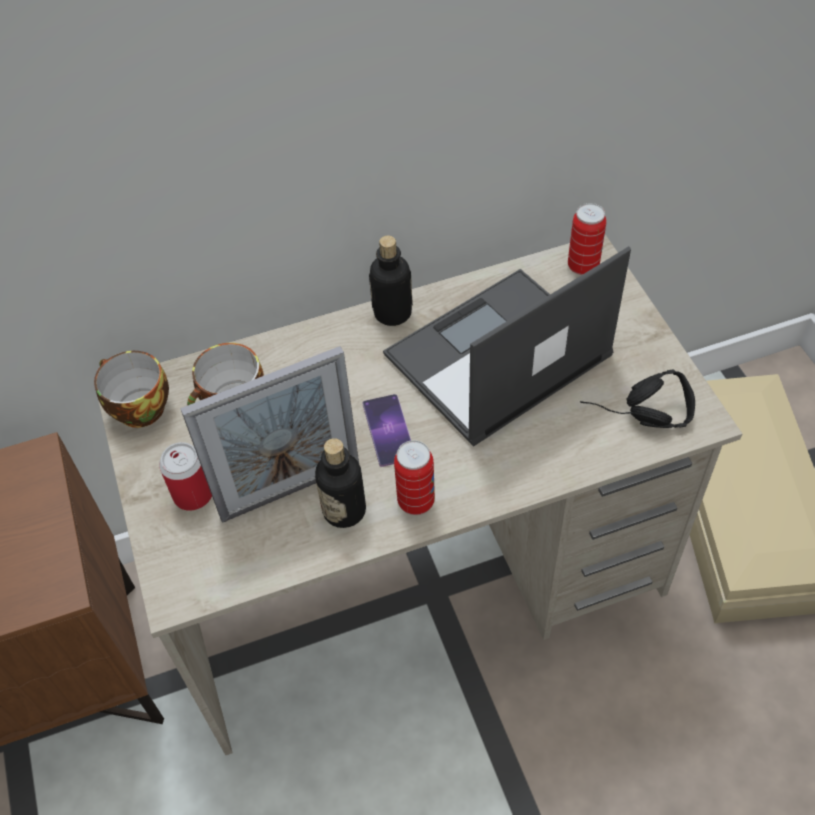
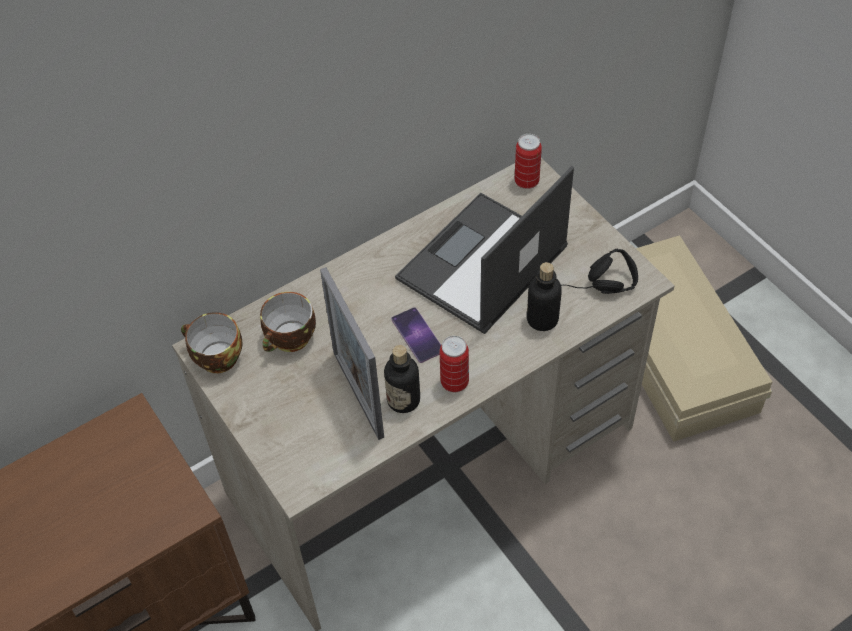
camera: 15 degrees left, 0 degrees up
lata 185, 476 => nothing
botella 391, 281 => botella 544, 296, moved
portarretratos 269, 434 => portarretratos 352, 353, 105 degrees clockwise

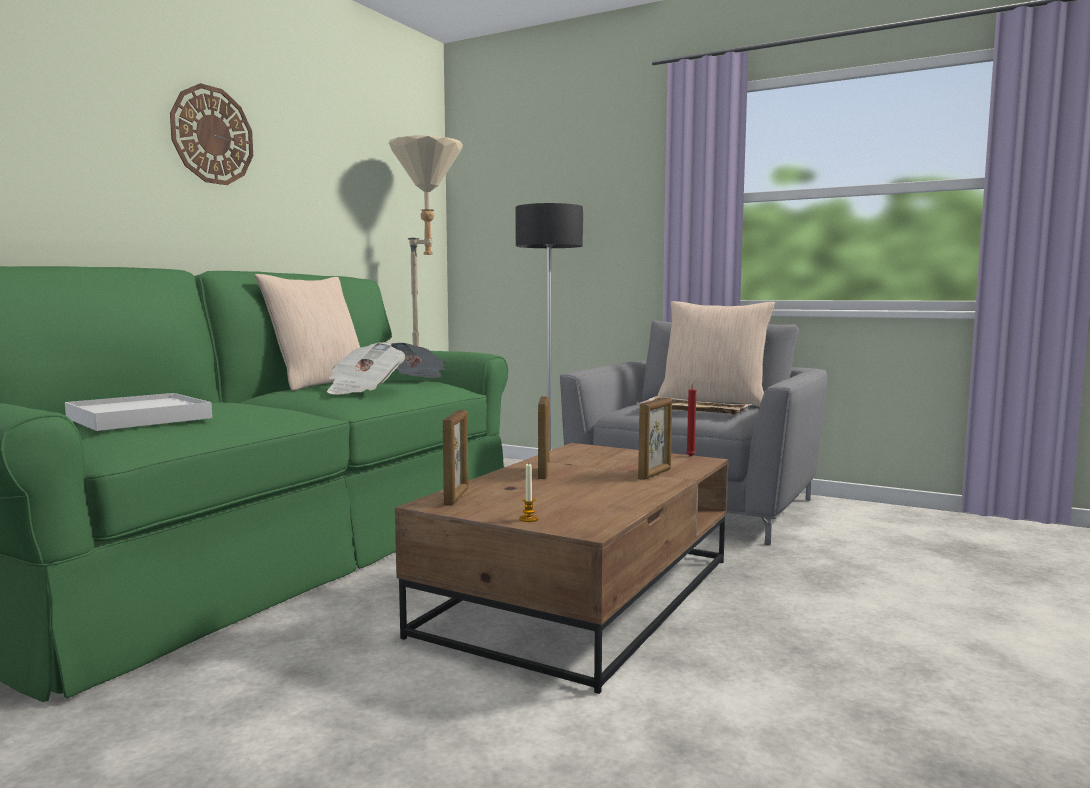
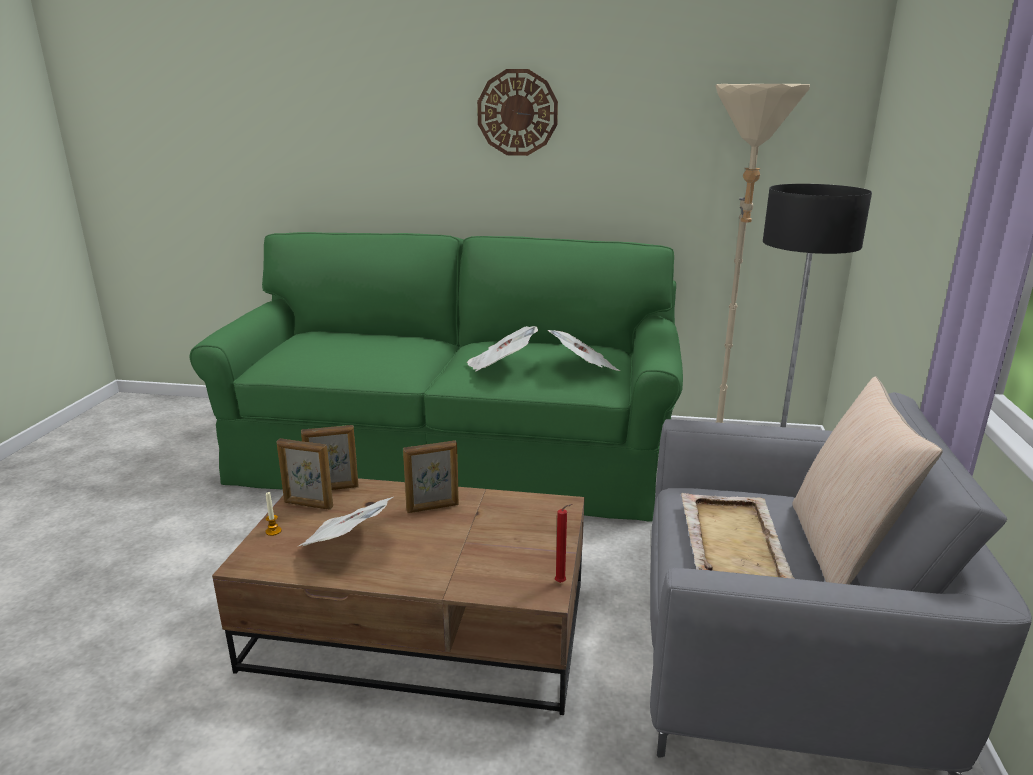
camera: 70 degrees right, 15 degrees up
bandeja/blanco 138, 412 => nothing
cojín/beis 307, 332 => nothing
nothing => periódico 345, 522
portarretratos 655, 439 => portarretratos 305, 474, moved

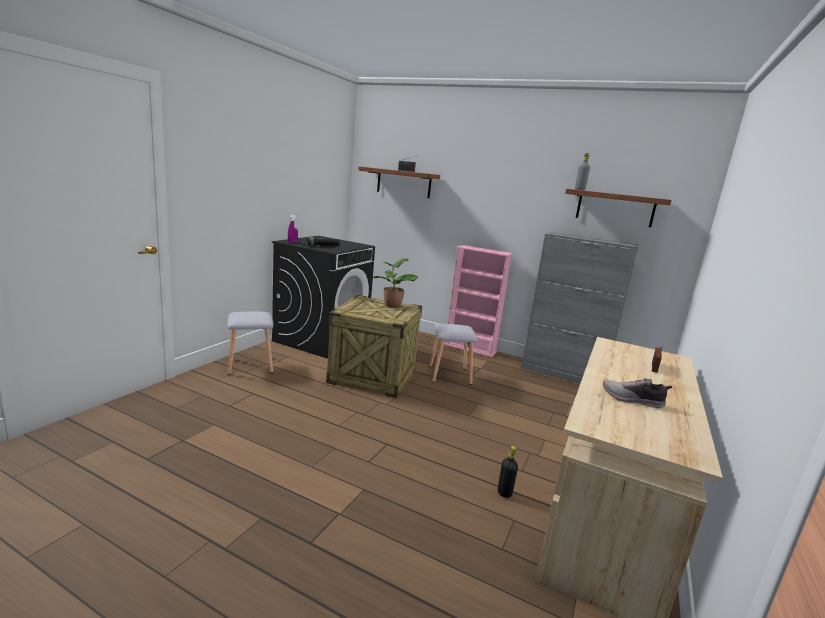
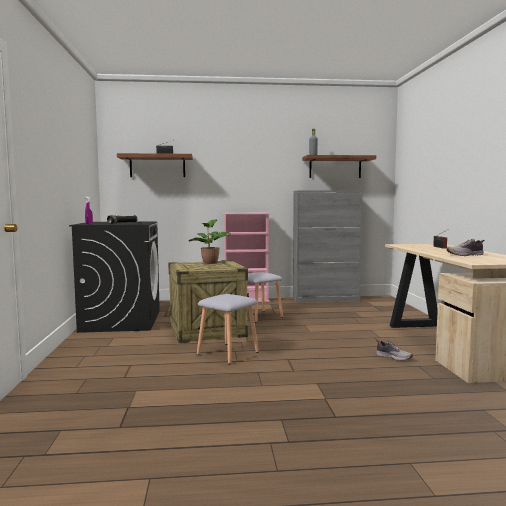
camera: 30 degrees left, 10 degrees down
taburete/gris 250, 343 => taburete/gris 228, 329, moved
botella/negro 508, 472 => zapato 394, 350

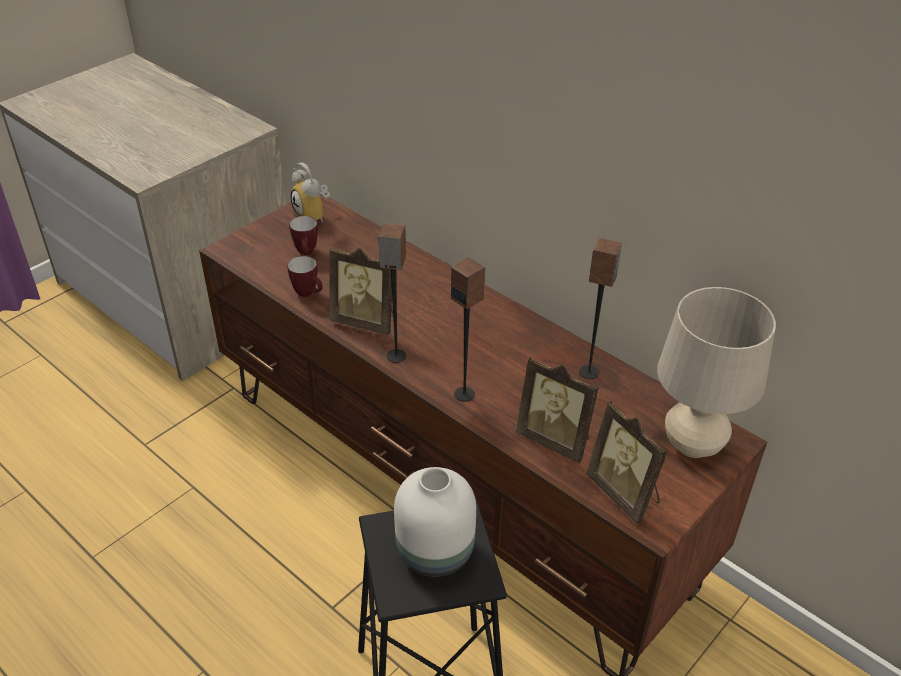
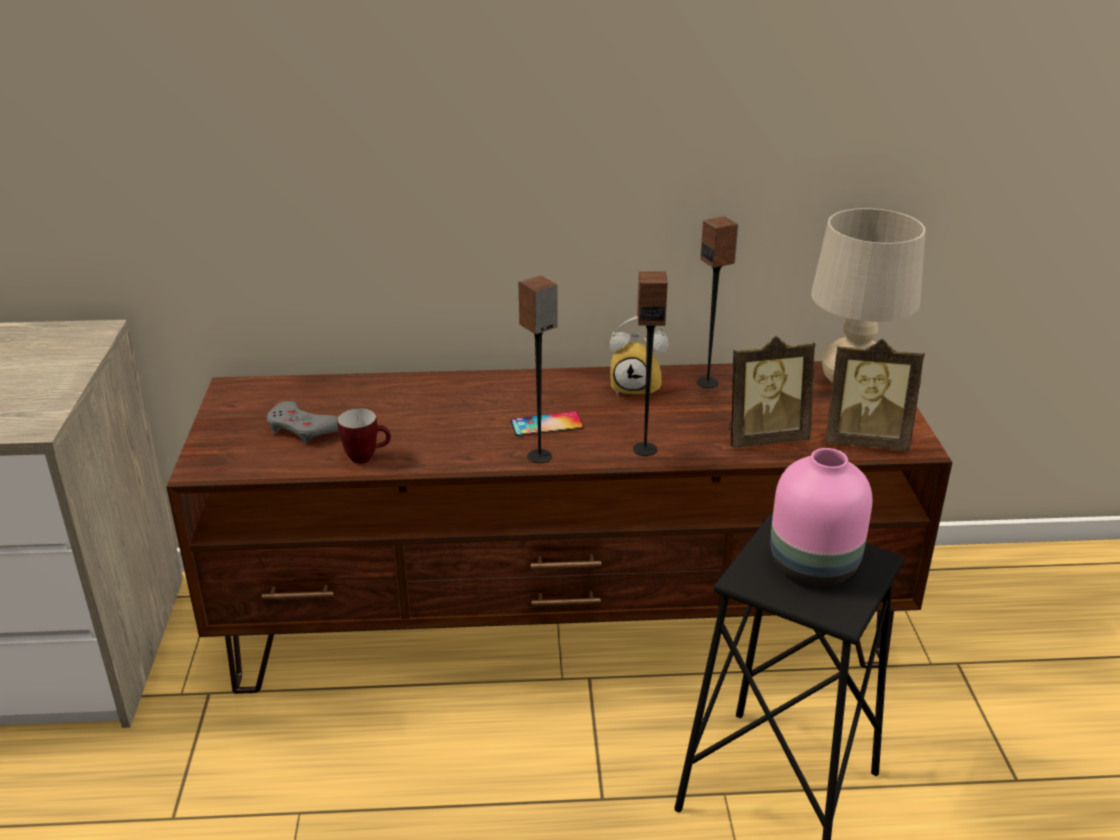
camera: 45 degrees left, 10 degrees down
portarretratos 361, 291 => nothing
nothing => móvil 547, 423
despertador 310, 193 => despertador 639, 356, moved
taza grande 303, 235 => mando de consola/gris 302, 422
florero/blanco 435, 522 => florero/rosa 821, 517

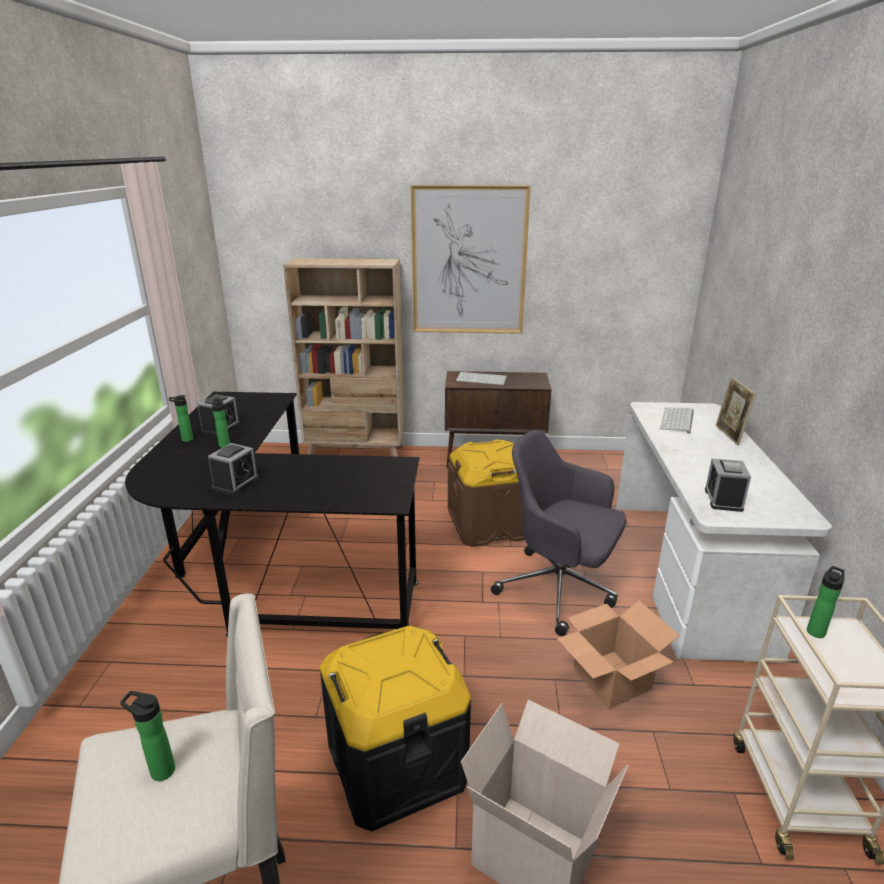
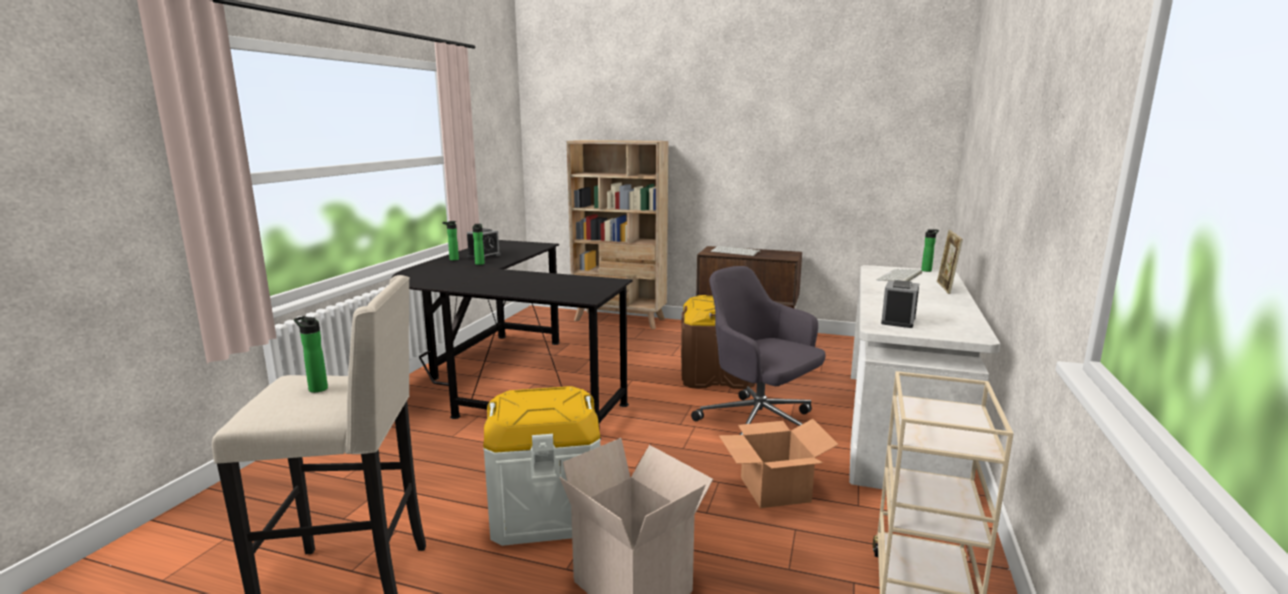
camera: 15 degrees right, 10 degrees down
despertador 233, 469 => nothing
cuadro 470, 259 => nothing
botella 826, 602 => botella 930, 250, moved
caja de almacenaje/negro 395, 729 => caja de almacenaje/blanco 542, 466

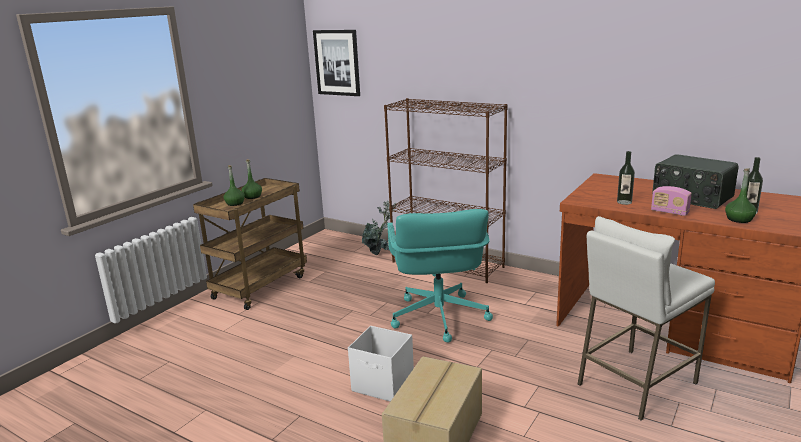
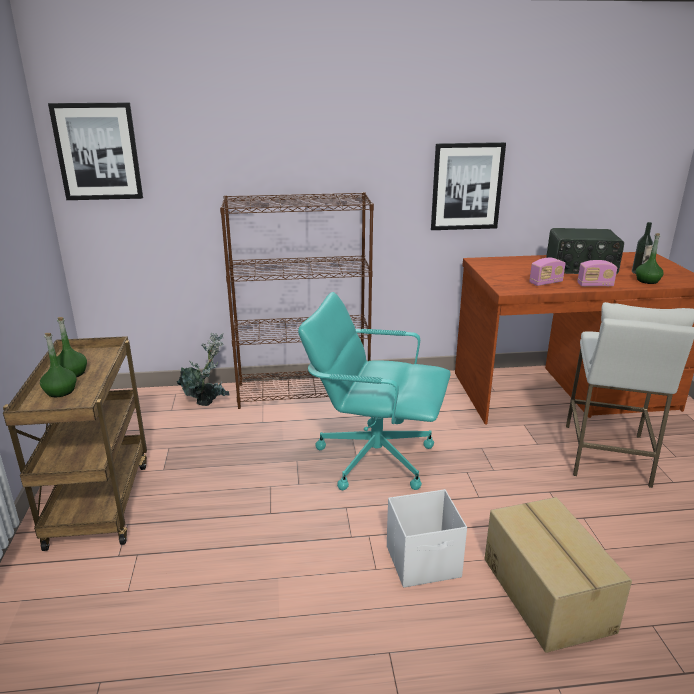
camera: 40 degrees left, 5 degrees up
nothing => cuadro 468, 186
botella 626, 178 => radio 547, 272
silla de oficina/turquesa 440, 276 => silla de oficina/turquesa 374, 391, 150 degrees clockwise

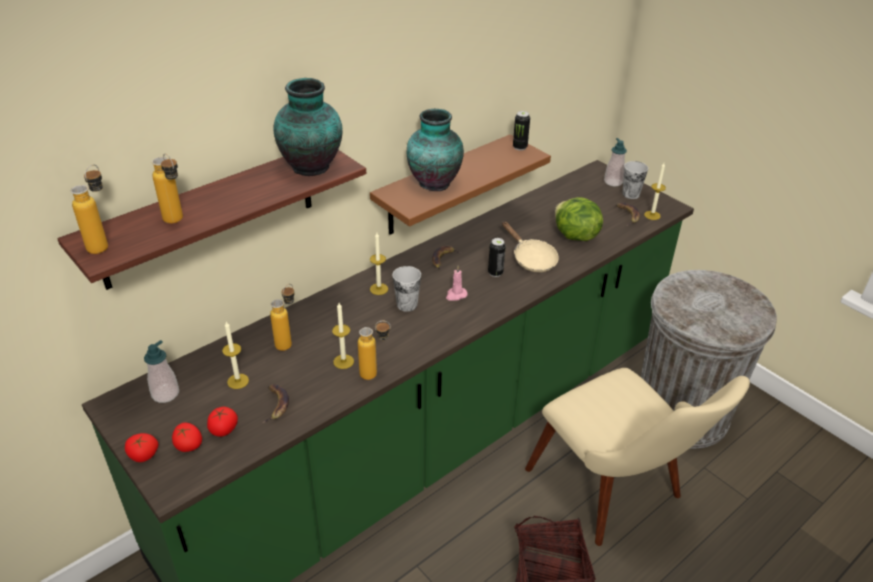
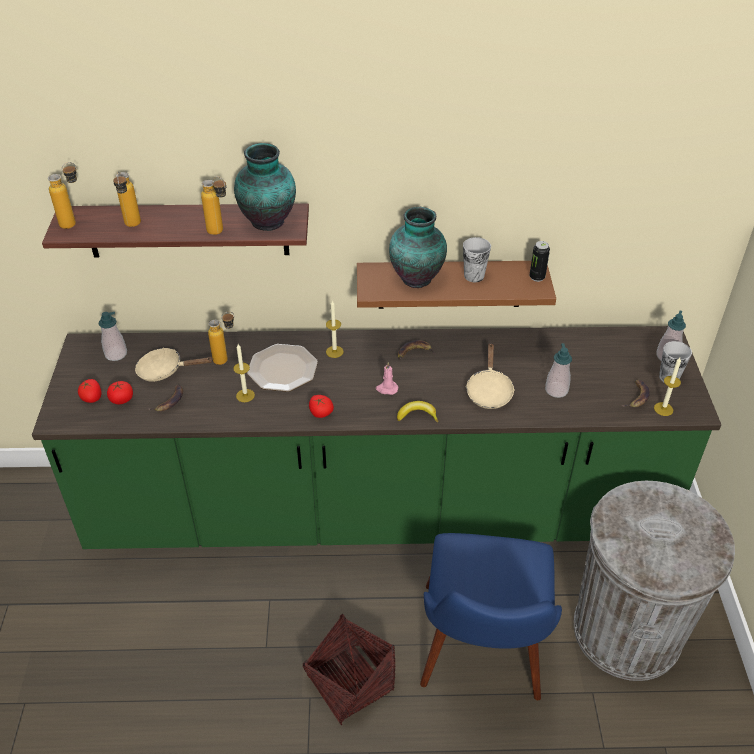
camera: 40 degrees right, 5 degrees up
lata 497, 257 => nothing
nothing => plato 282, 368
nothing => plátano 417, 411
tomate 141, 447 => tomate 321, 406, moved
botella 374, 350 => botella 213, 205, moved
taza 406, 289 => taza 477, 259, moved
vela 235, 355 => sartén/beis 174, 365
lechuga 579, 219 => dispensador de jabón 558, 370
silla/beis 637, 457 => silla/azul 491, 616

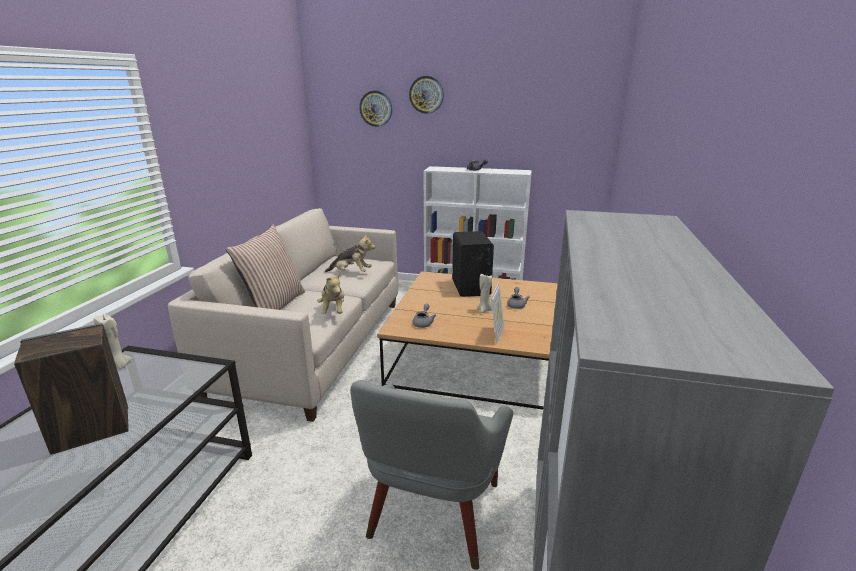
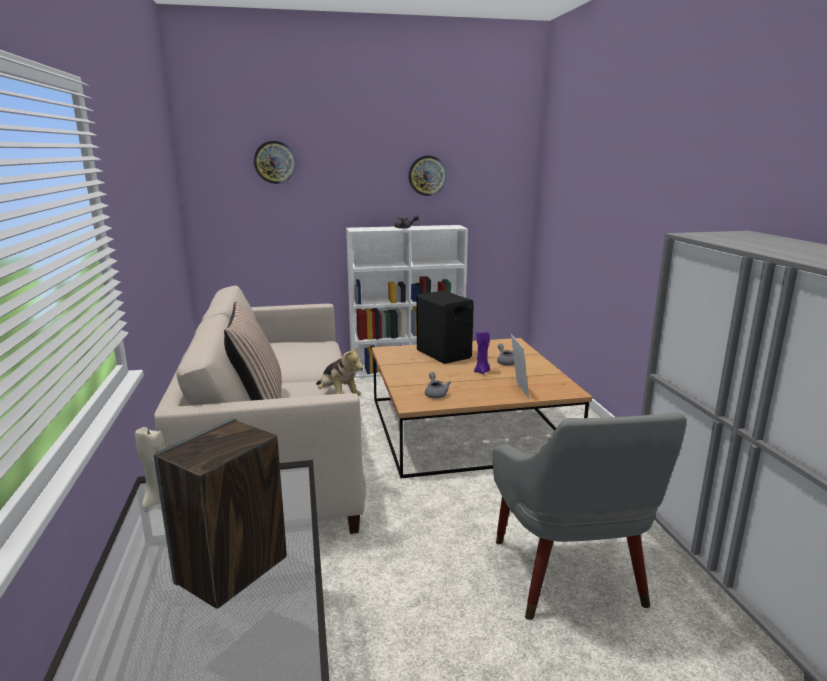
camera: 25 degrees left, 5 degrees down
peluche 350, 253 => nothing
reloj de pared 426, 95 => reloj de pared 427, 175, moved
vela/beis 484, 293 => vela/morado 482, 352

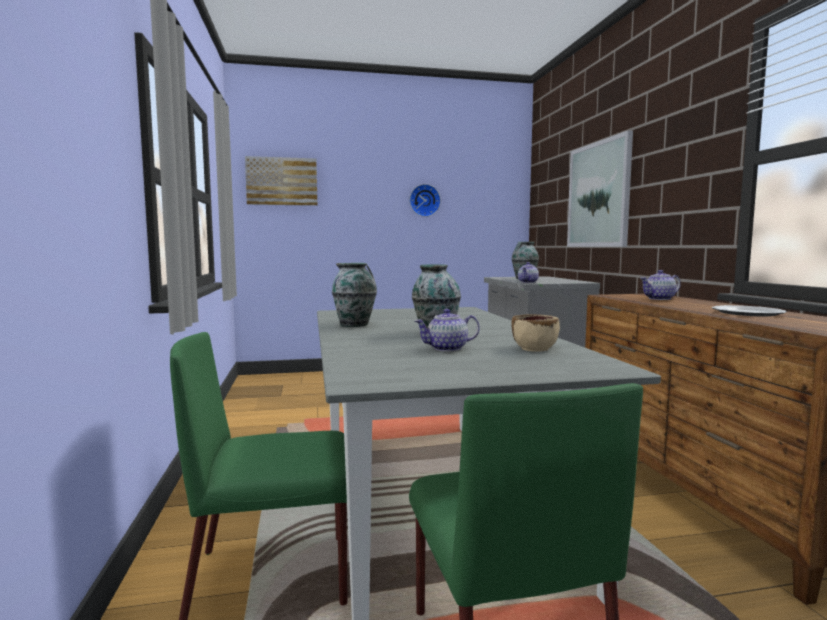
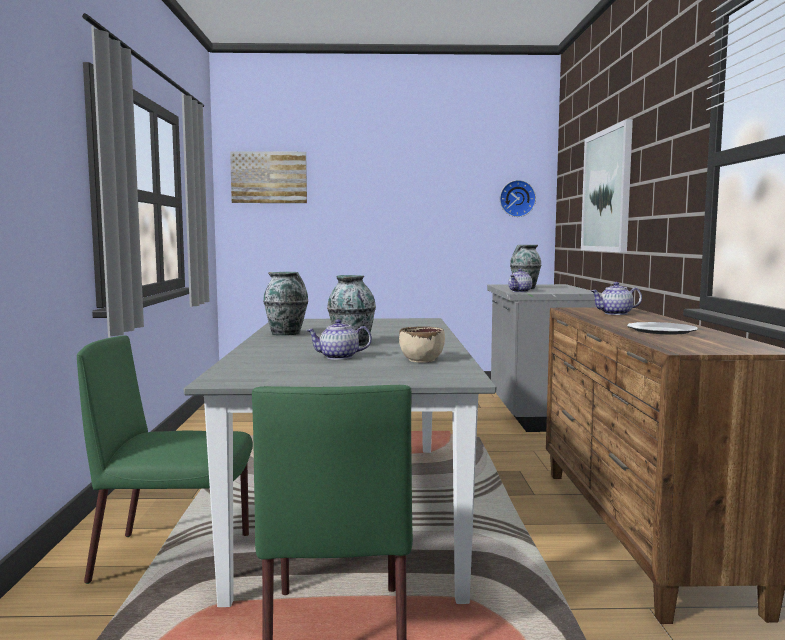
camera: 10 degrees right, 0 degrees up
reloj de pared 425, 200 => reloj de pared 518, 198, moved

